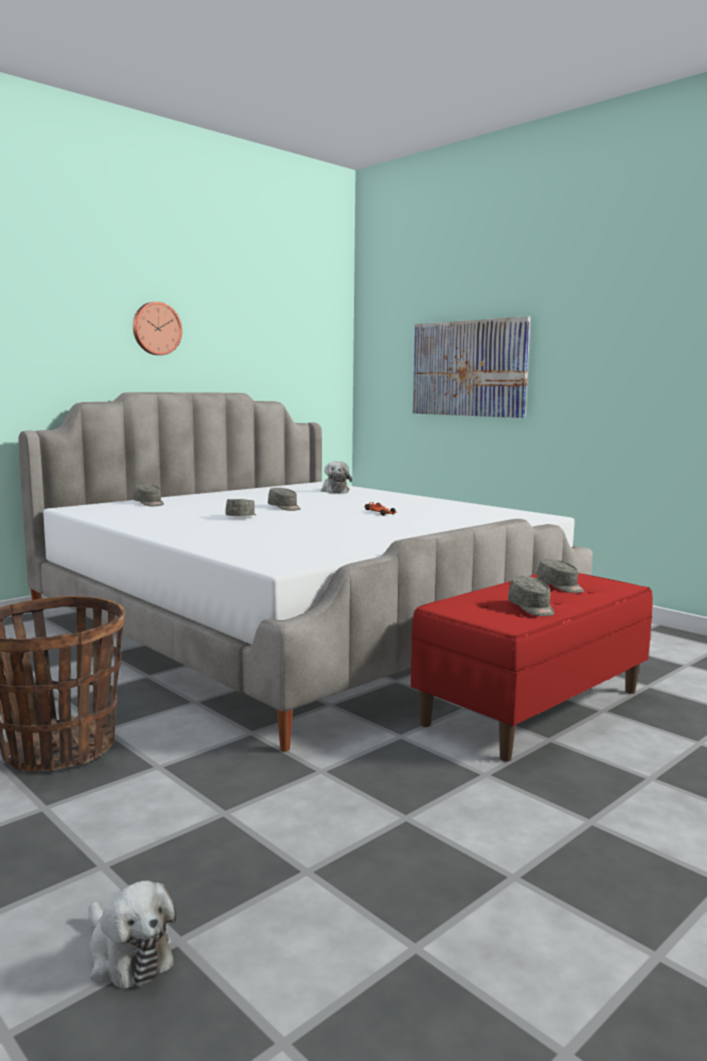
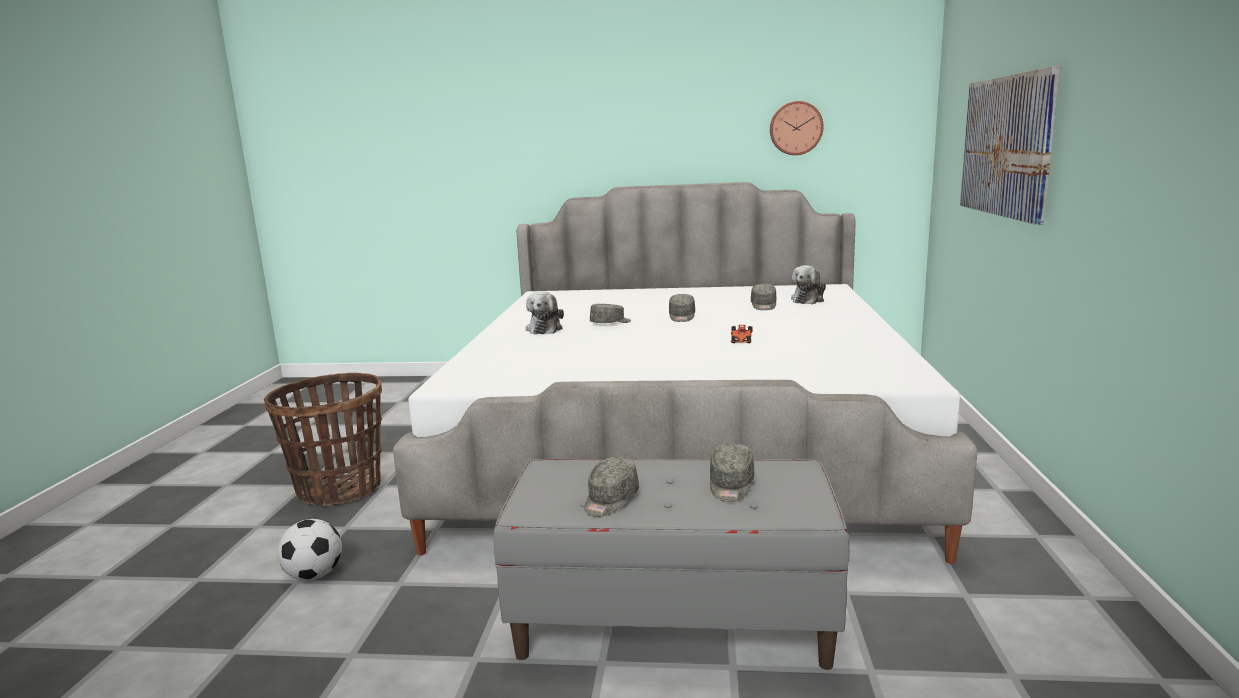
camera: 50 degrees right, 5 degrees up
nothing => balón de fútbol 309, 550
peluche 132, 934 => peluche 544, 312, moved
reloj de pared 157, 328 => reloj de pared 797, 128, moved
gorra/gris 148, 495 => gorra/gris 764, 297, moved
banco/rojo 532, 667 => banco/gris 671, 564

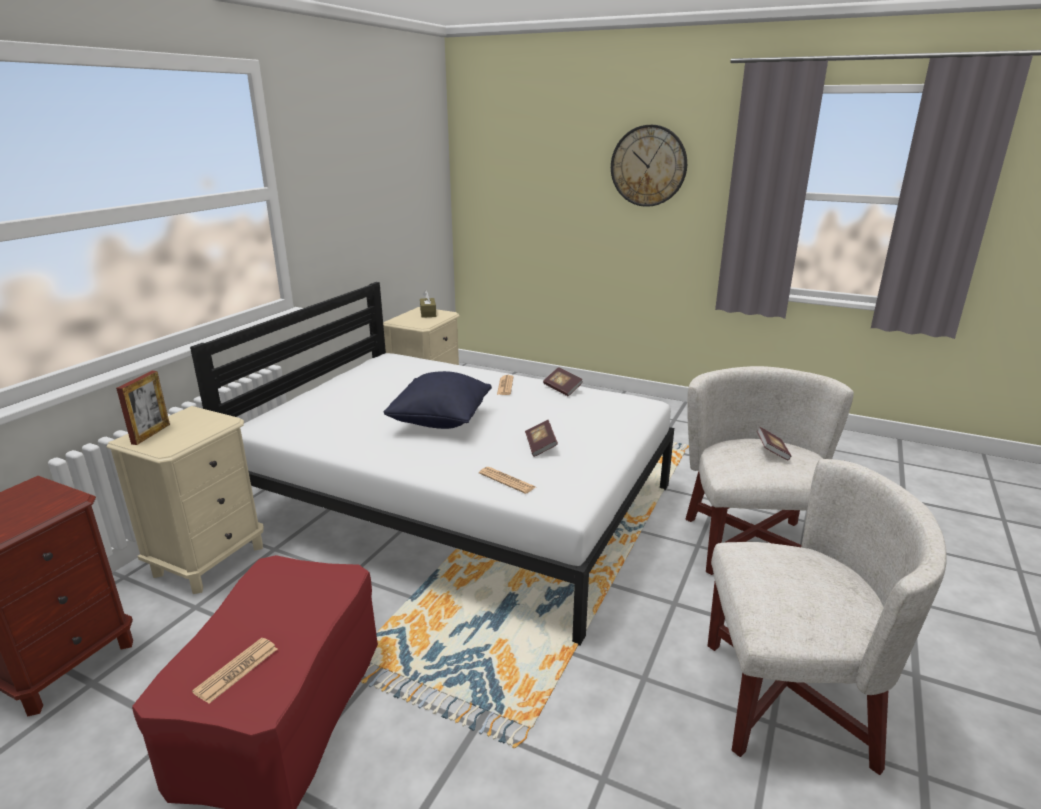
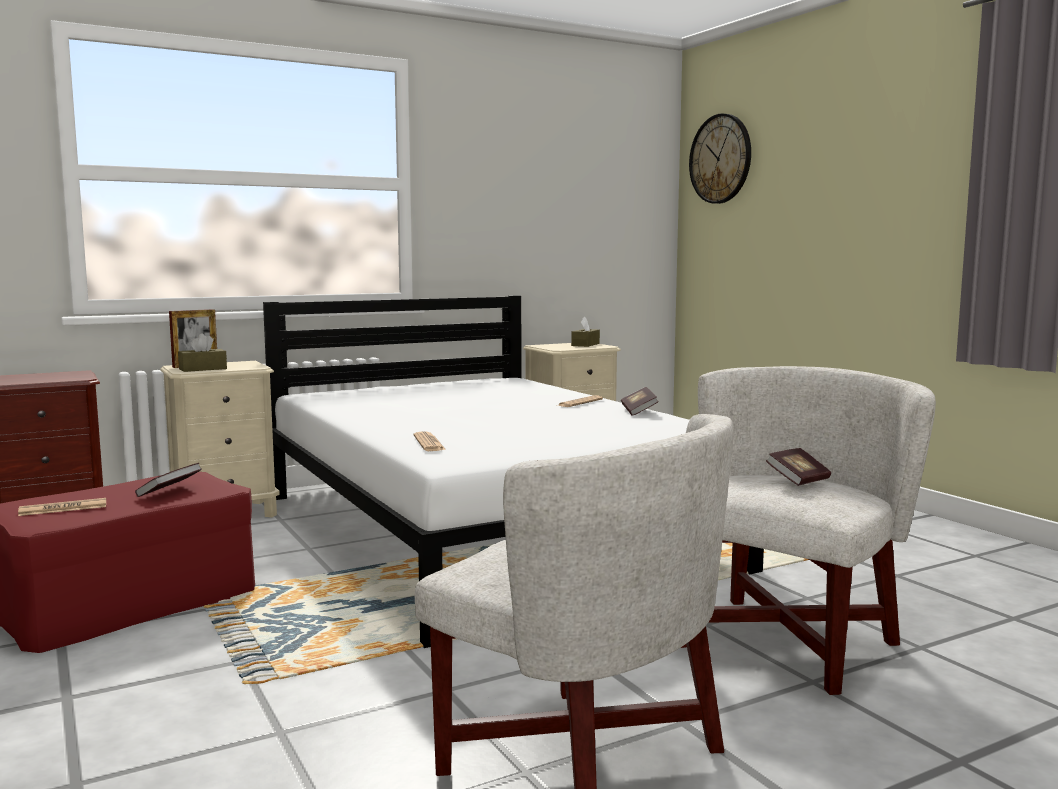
camera: 35 degrees right, 15 degrees down
cojín/negro 438, 400 => nothing
nothing => caja de pañuelos/marrón 202, 352
libro 541, 438 => libro 168, 480, moved
reloj de pared 649, 166 => reloj de pared 720, 158, moved

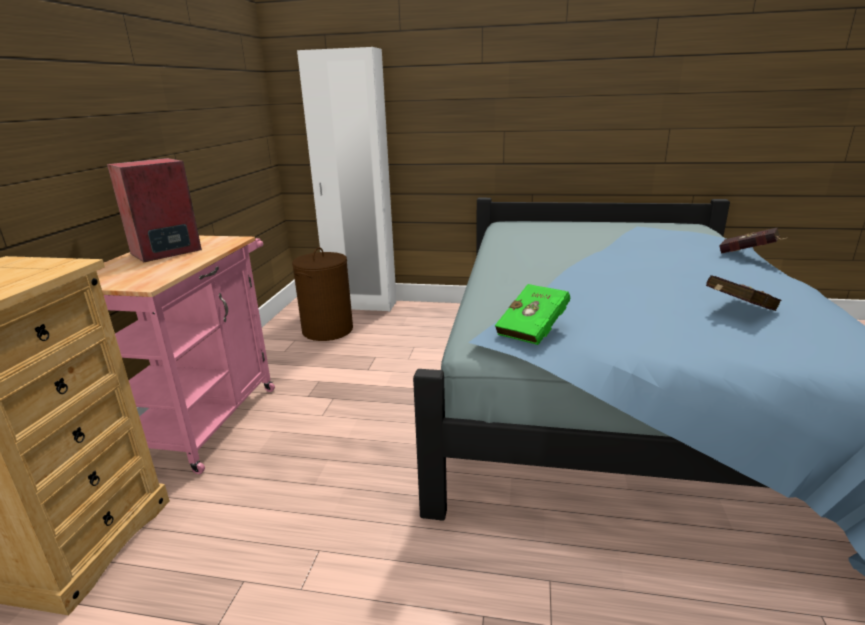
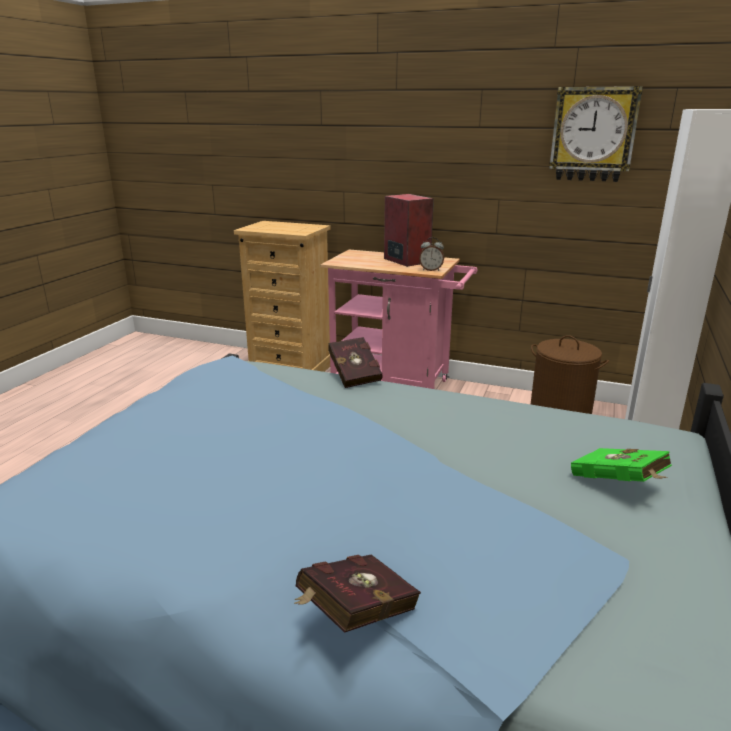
camera: 100 degrees right, 0 degrees up
nothing => despertador 431, 254
nothing => reloj de pared 596, 134
libro/verde 532, 314 => libro/verde 621, 465, moved
libro/rojo 744, 293 => libro/rojo 355, 362, moved

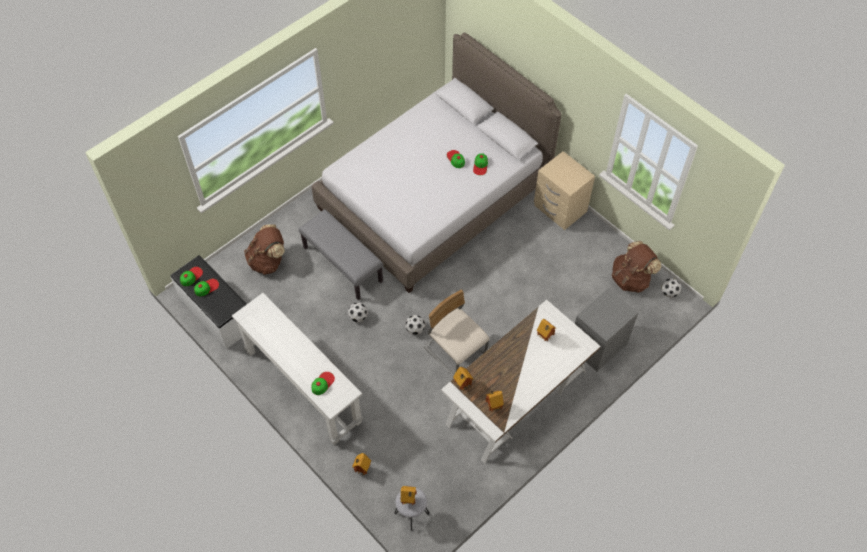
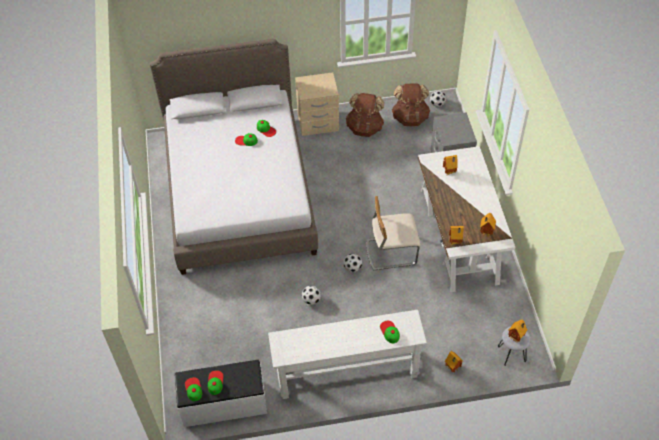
camera: 55 degrees left, 5 degrees down
banco/gris 341, 254 => nothing
mochila/marrón 264, 249 => mochila/marrón 365, 115, moved

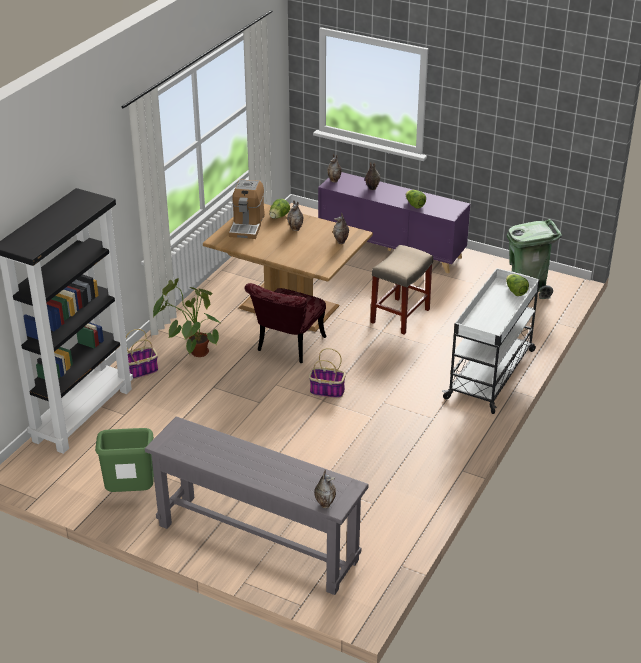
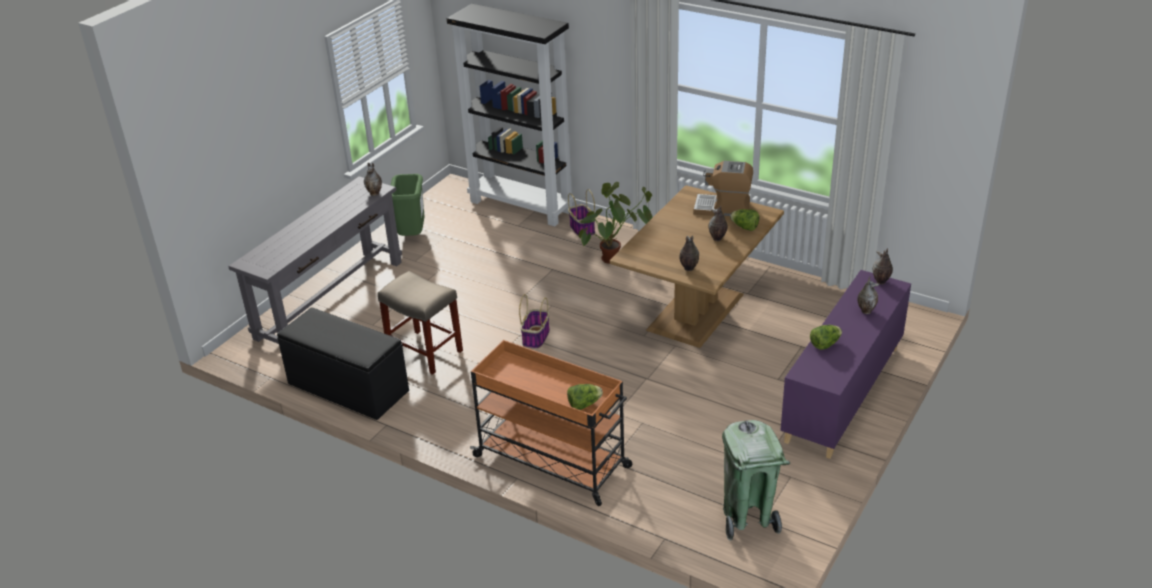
camera: 95 degrees right, 0 degrees up
silla/rojo 285, 323 => nothing
nothing => banco/negro 343, 363
florero 325, 489 => florero 373, 179, moved
taburete/beis 401, 290 => taburete/beis 420, 323, moved
carrito/blanco 491, 341 => carrito/naranja 551, 423

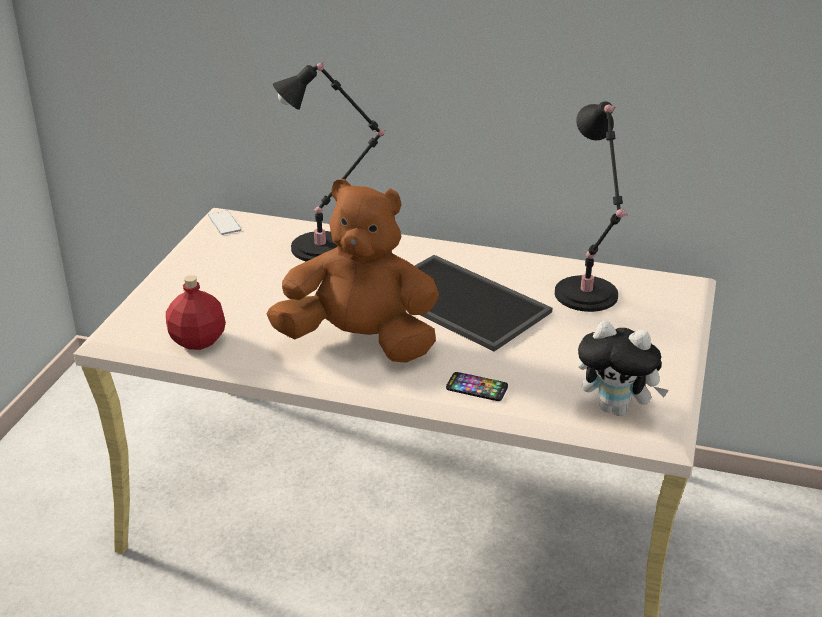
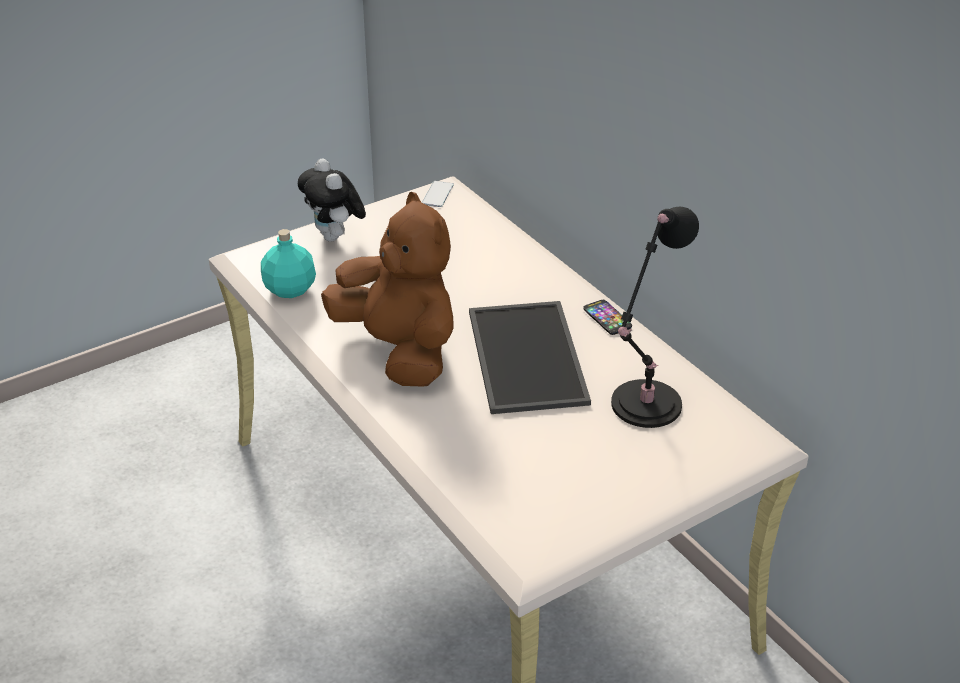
camera: 40 degrees right, 5 degrees up
lámpara de mesa/negro 329, 161 => nothing
móvil 477, 386 => móvil 607, 317, moved
peluche 623, 368 => peluche 332, 200, moved
botella/rojo 196, 312 => botella/turquesa 288, 263

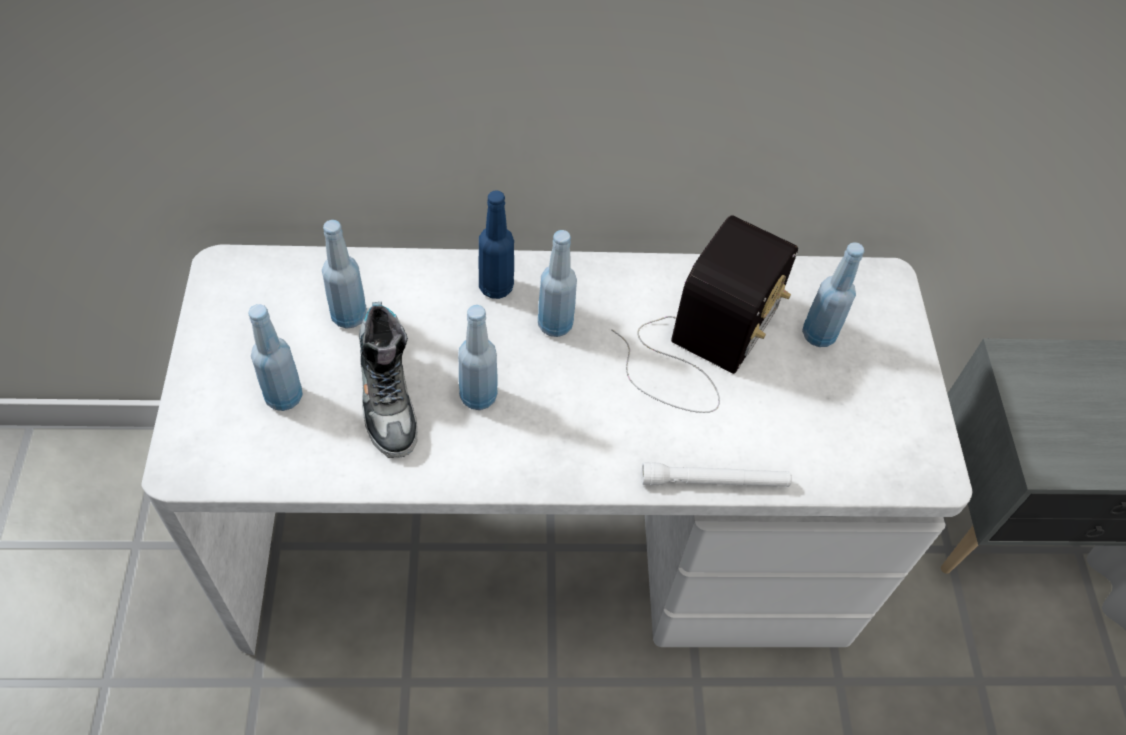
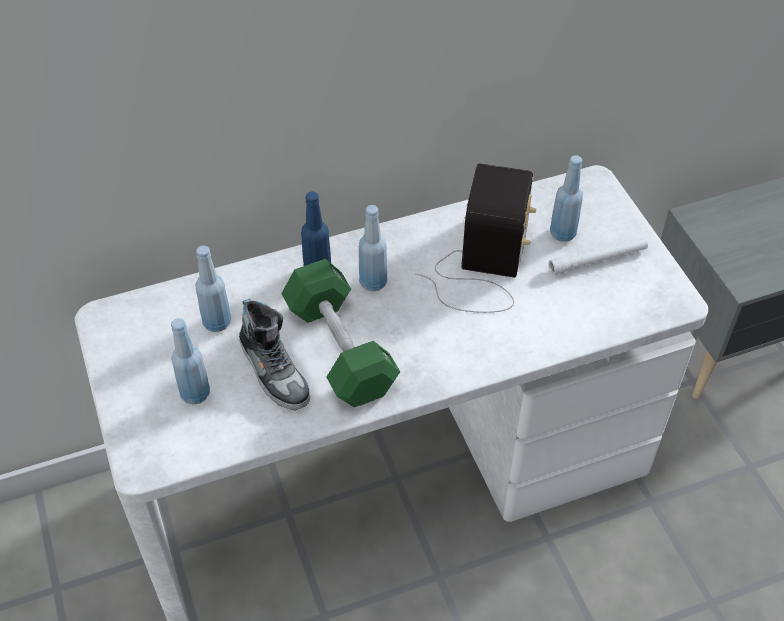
camera: 15 degrees left, 5 degrees down
linterna/blanco 717, 474 => linterna/blanco 598, 256, moved
botella/azul 478, 357 => mancuerna/verde 340, 333

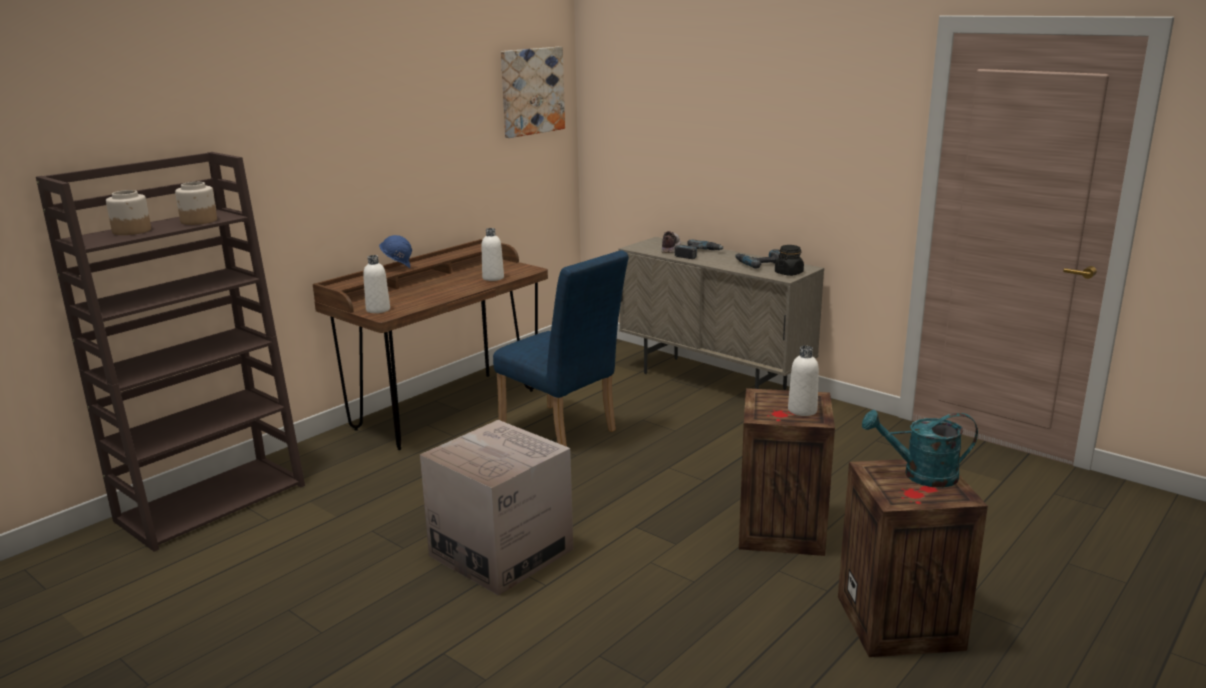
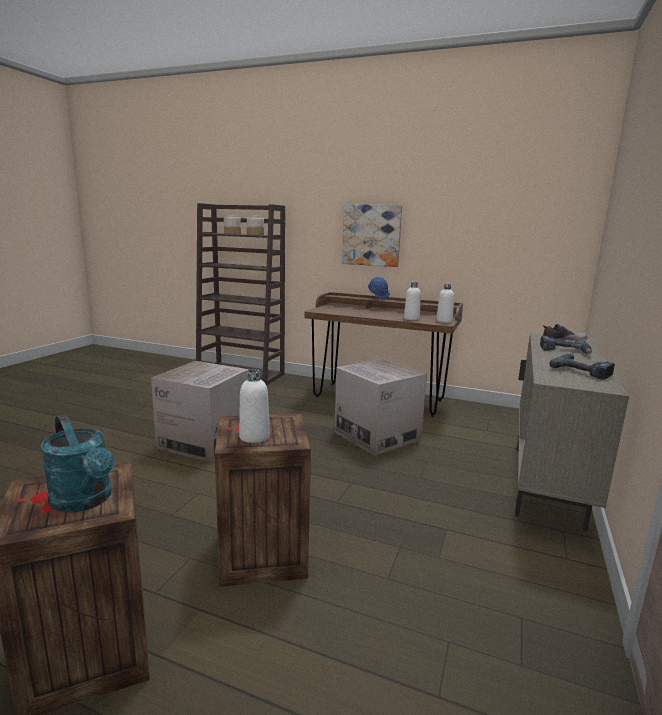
camera: 70 degrees right, 5 degrees down
tarro/negro 789, 260 => nothing
botella/blanco 376, 284 => botella/blanco 445, 303, moved
cuadro 533, 92 => cuadro 372, 235, moved
silla/azul 561, 348 => caja de cartón 380, 407
regadera/turquesa 920, 449 => regadera/turquesa 77, 463, 150 degrees clockwise

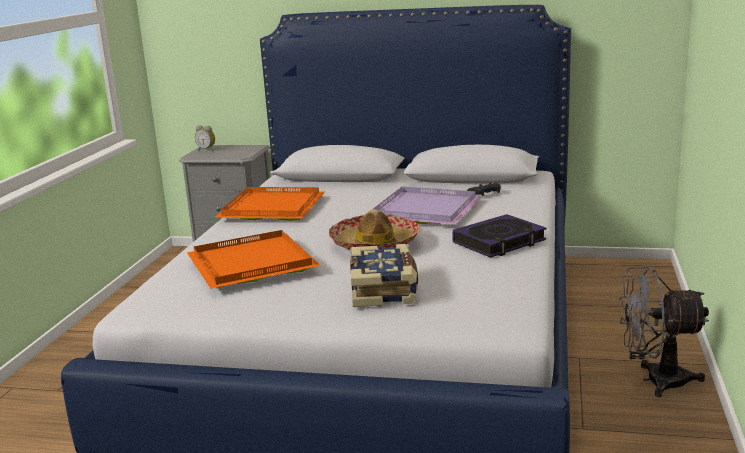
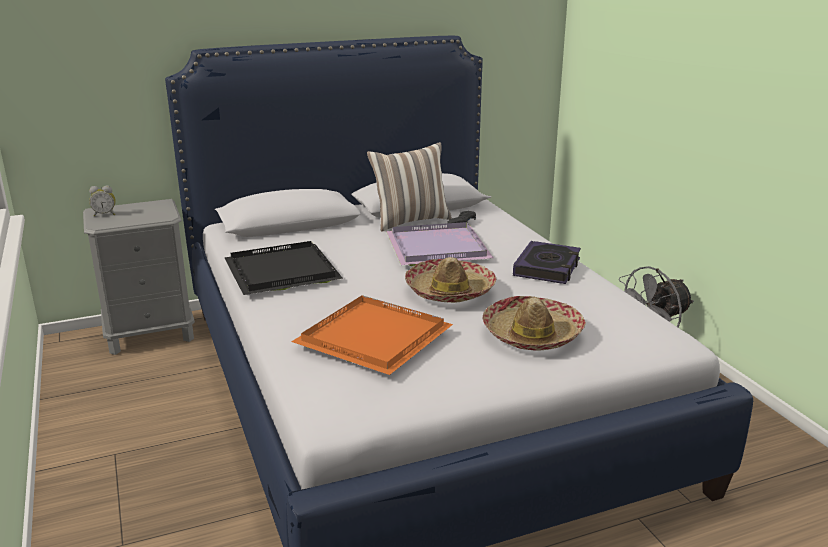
camera: 35 degrees left, 5 degrees up
nothing => cojín 409, 187
libro 384, 275 => sombrero 534, 323
bandeja/naranja 270, 204 => bandeja/negro 284, 268

